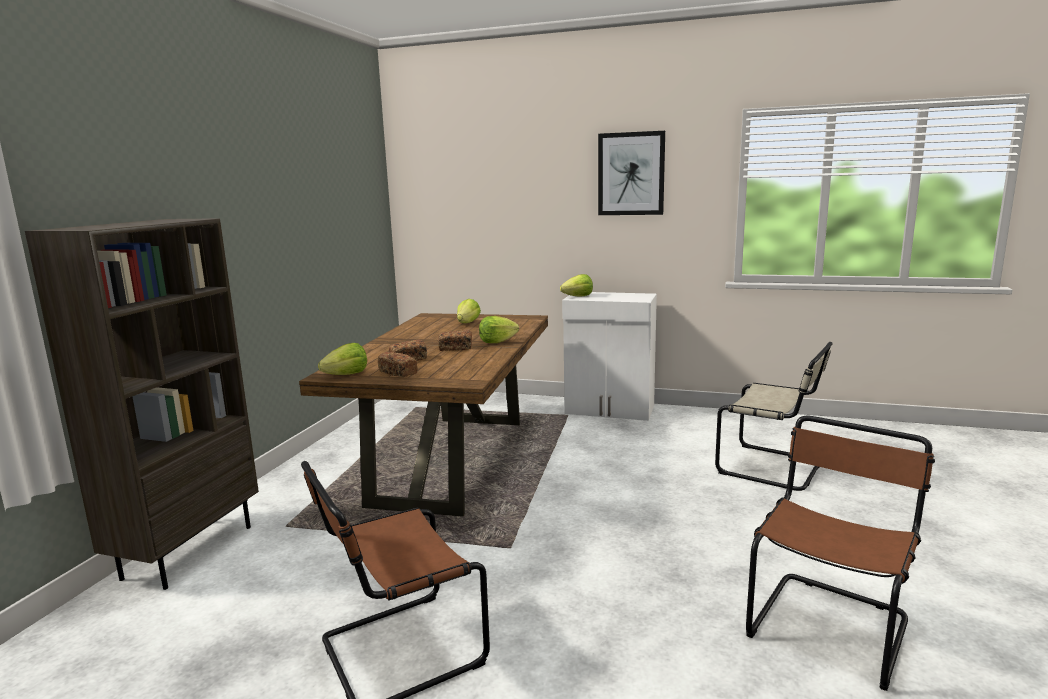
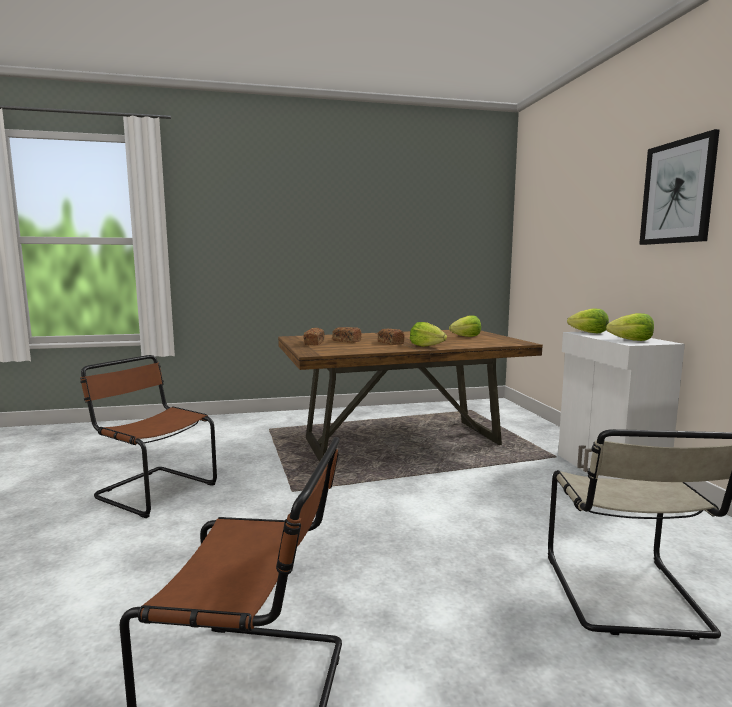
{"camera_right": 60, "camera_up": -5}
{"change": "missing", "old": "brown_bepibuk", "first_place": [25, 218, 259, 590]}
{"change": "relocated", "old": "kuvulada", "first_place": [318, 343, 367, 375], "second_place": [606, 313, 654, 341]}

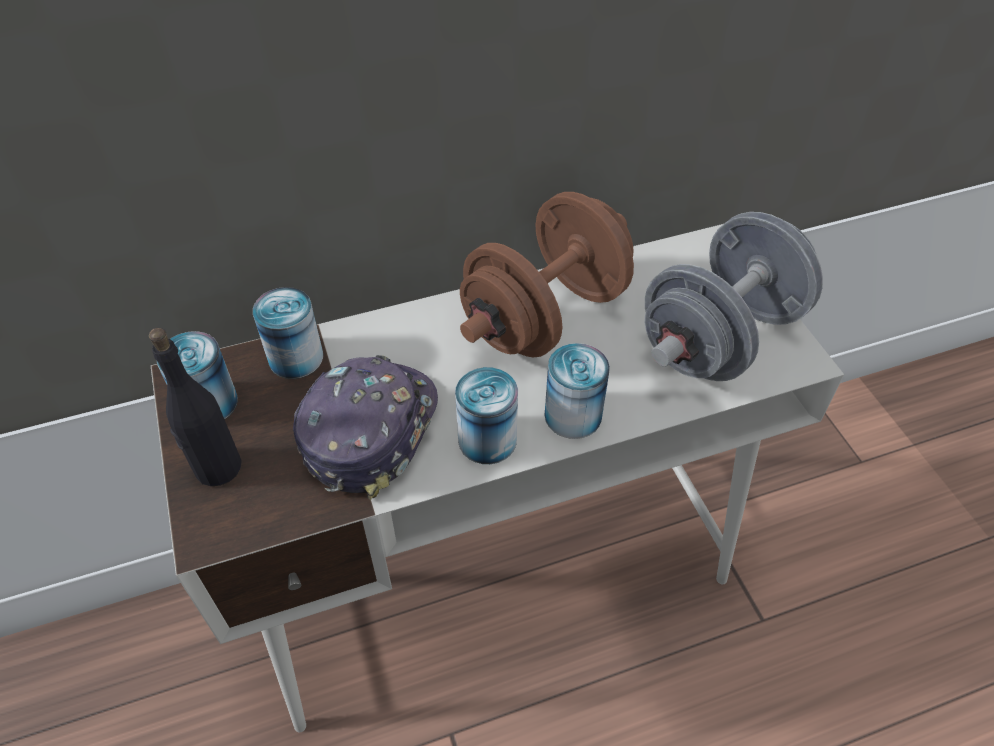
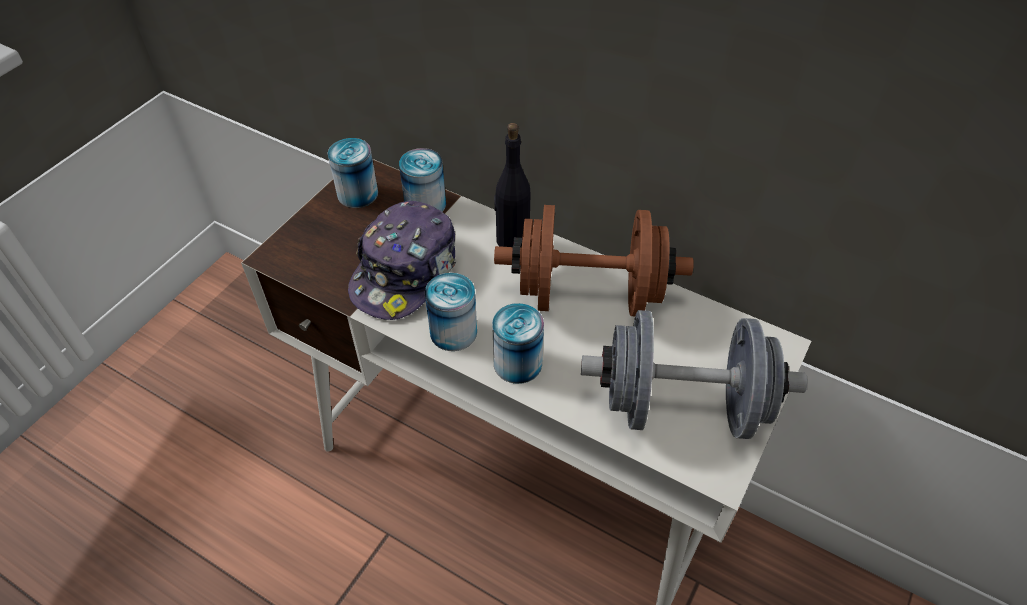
{"camera_right": 50, "camera_up": 0}
{"change": "relocated", "old": "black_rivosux", "first_place": [149, 328, 242, 486], "second_place": [494, 123, 530, 247]}
{"change": "spun", "old": "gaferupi", "first_place": [293, 355, 438, 500], "second_place": [348, 201, 456, 320], "degrees": 135}

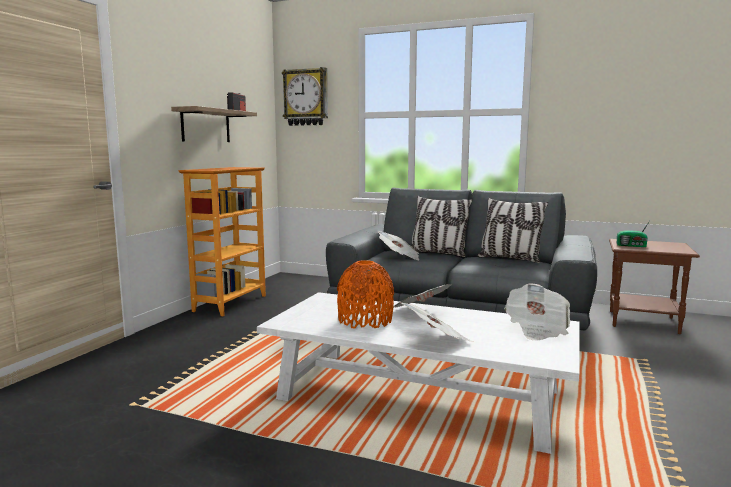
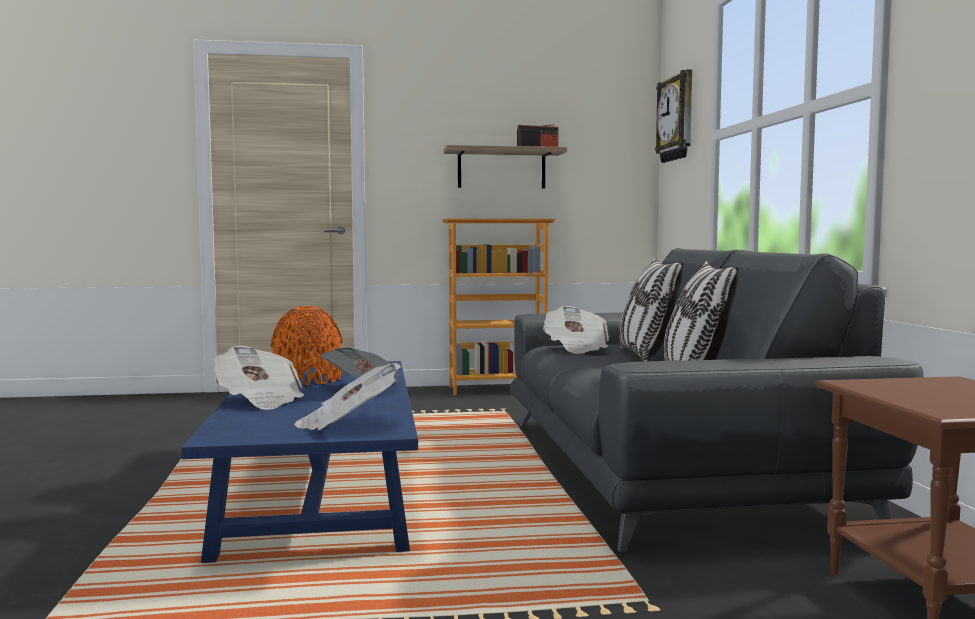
{"camera_right": 60, "camera_up": -5}
{"change": "missing", "old": "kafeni", "first_place": [617, 219, 651, 247]}
{"change": "colour", "old": "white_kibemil", "new": "blue_kibemil", "first_place": [257, 292, 579, 454], "second_place": [181, 361, 418, 563]}

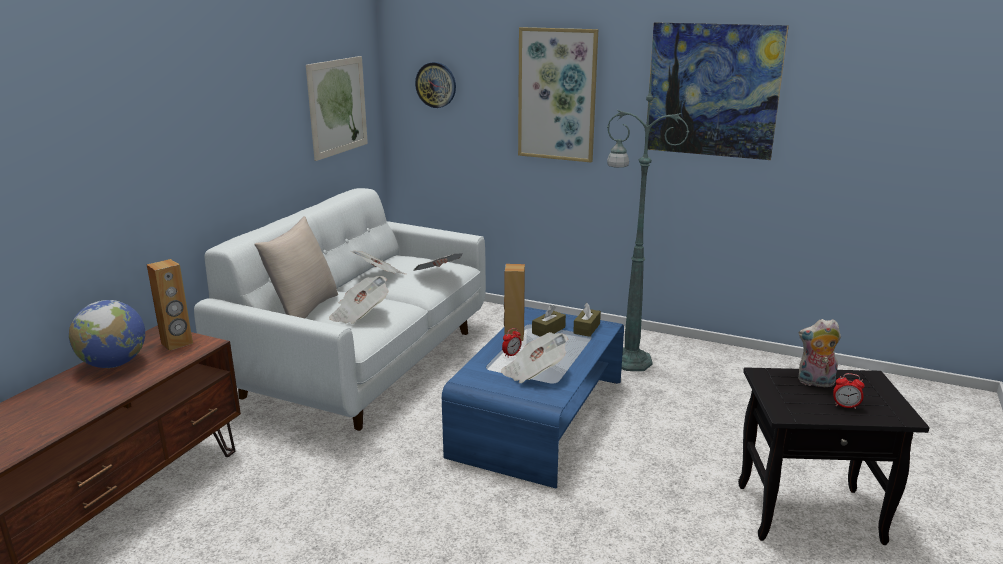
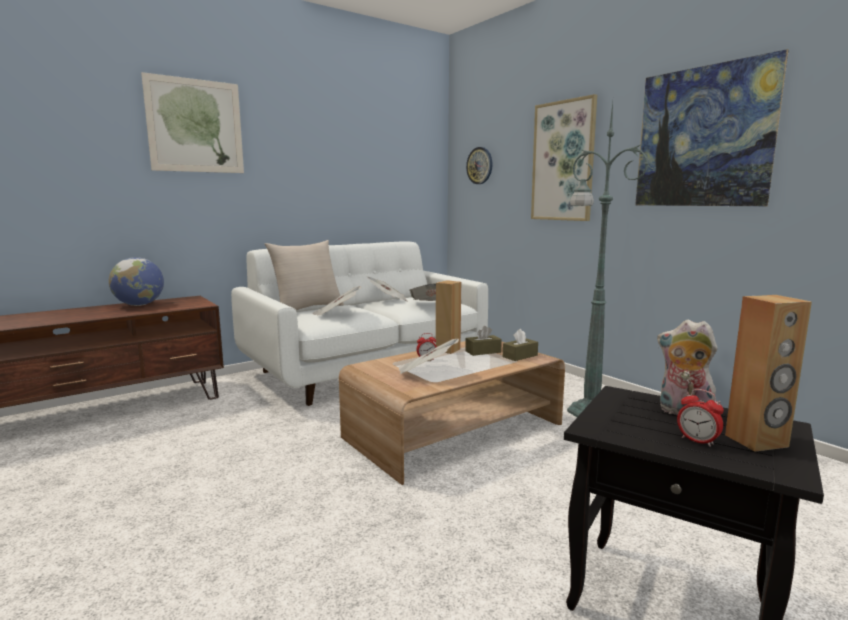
{"camera_right": 30, "camera_up": -10}
{"change": "relocated", "old": "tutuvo", "first_place": [306, 56, 368, 161], "second_place": [141, 72, 244, 173]}
{"change": "relocated", "old": "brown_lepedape", "first_place": [147, 259, 193, 351], "second_place": [725, 295, 812, 452]}
{"change": "colour", "old": "blue_kibemil", "new": "brown_kibemil", "first_place": [442, 307, 624, 488], "second_place": [339, 341, 565, 485]}

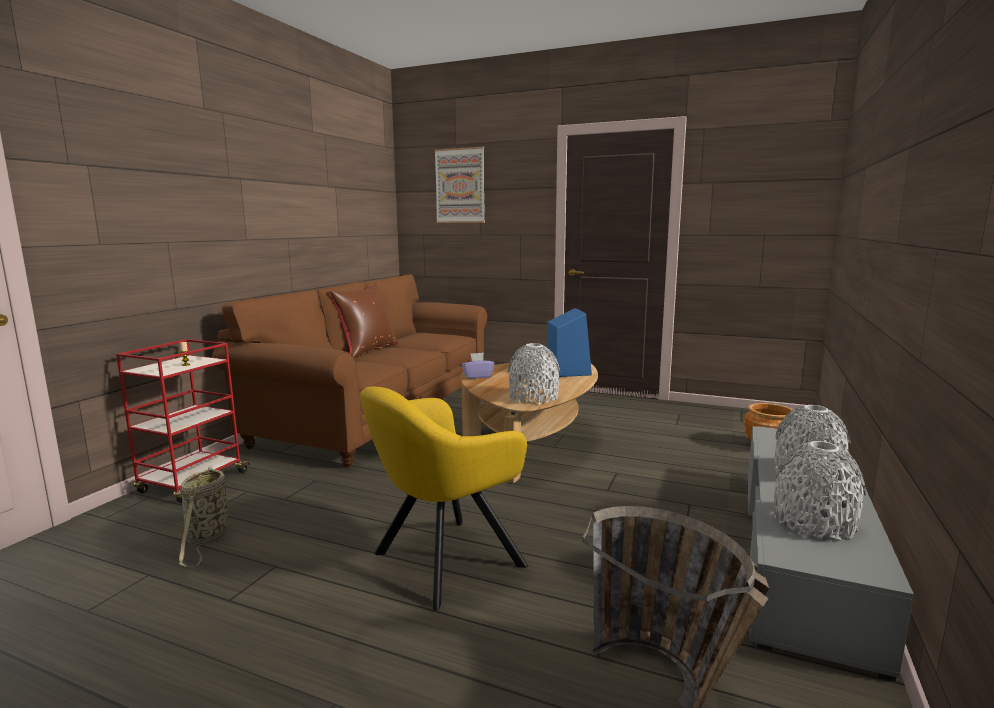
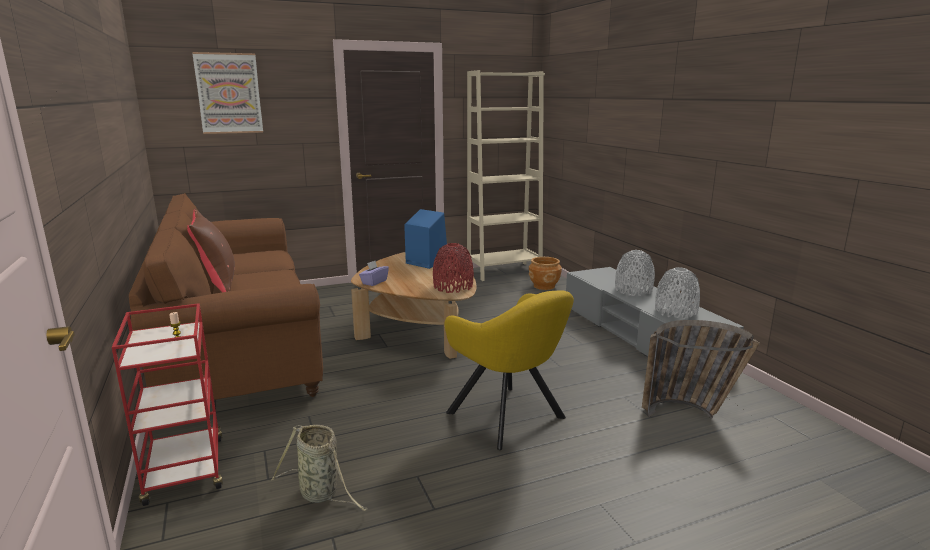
{"camera_right": -45, "camera_up": 5}
{"change": "colour", "old": "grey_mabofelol", "new": "red_mabofelol", "first_place": [508, 343, 560, 404], "second_place": [433, 243, 474, 293]}
{"change": "spun", "old": "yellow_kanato", "first_place": [360, 386, 528, 610], "second_place": [444, 290, 574, 450], "degrees": -45}
{"change": "appeared", "new": "beige_bepibuk", "second_place": [467, 70, 545, 281]}

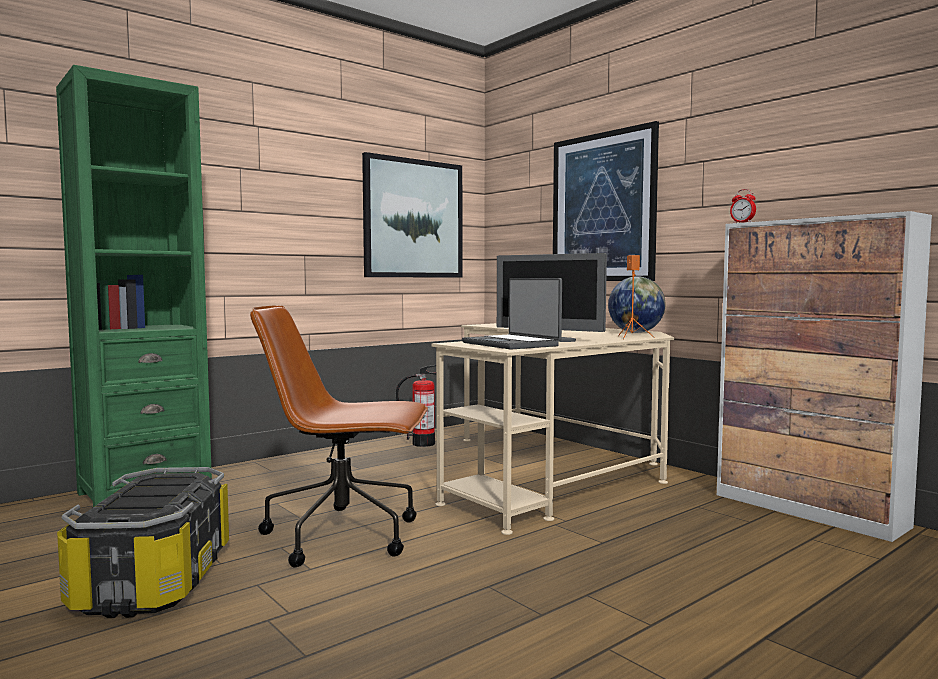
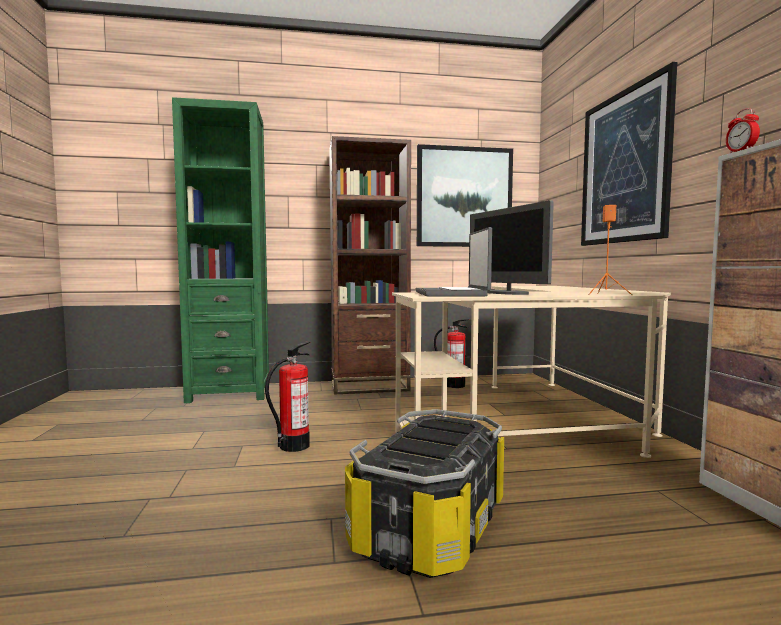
{"camera_right": 30, "camera_up": 0}
{"change": "missing", "old": "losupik", "first_place": [608, 276, 665, 333]}
{"change": "exchanged", "old": "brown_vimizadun", "new": "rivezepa", "first_place": [250, 305, 428, 568], "second_place": [265, 342, 310, 452]}
{"change": "relocated", "old": "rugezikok", "first_place": [57, 467, 229, 618], "second_place": [345, 409, 504, 578]}
{"change": "appeared", "new": "brown_bepibuk", "second_place": [329, 136, 411, 394]}

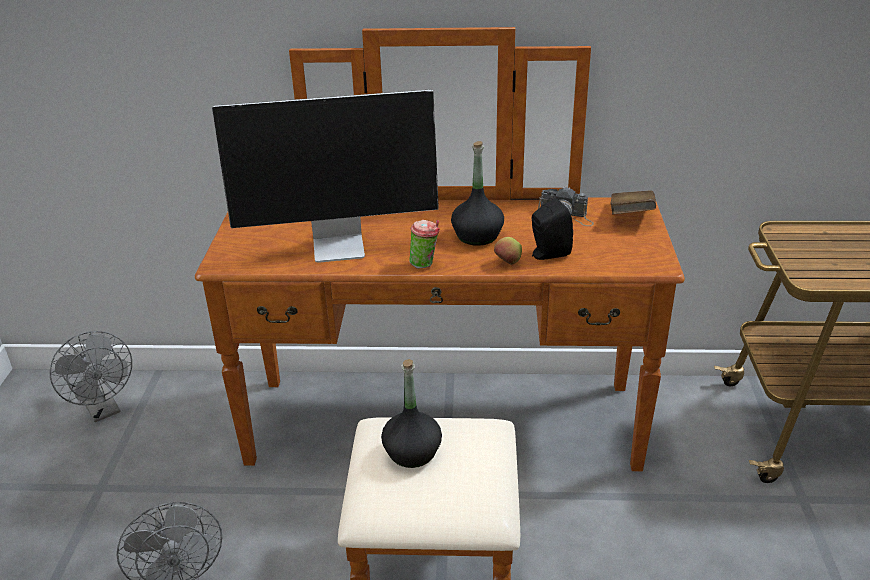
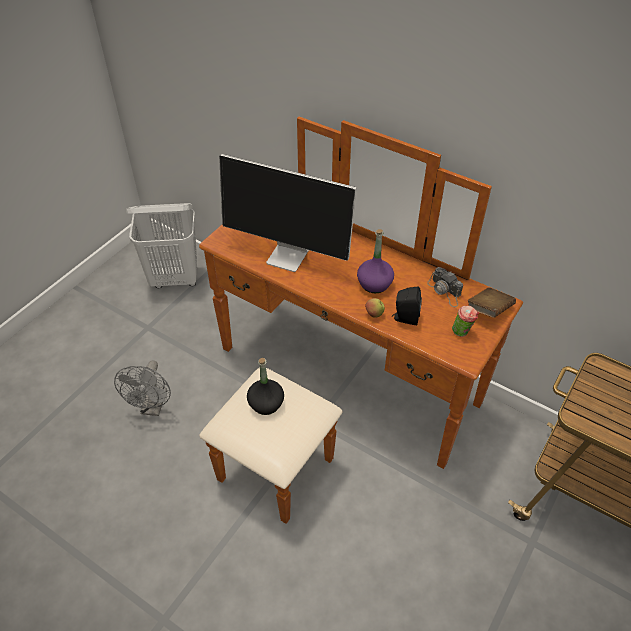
{"camera_right": 30, "camera_up": 15}
{"change": "colour", "old": "black_rivosux", "new": "purple_rivosux", "first_place": [451, 141, 504, 246], "second_place": [357, 229, 394, 293]}
{"change": "relocated", "old": "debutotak", "first_place": [409, 220, 440, 268], "second_place": [452, 306, 479, 337]}
{"change": "exchanged", "old": "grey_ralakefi", "new": "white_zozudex", "first_place": [50, 331, 132, 422], "second_place": [126, 203, 197, 288]}

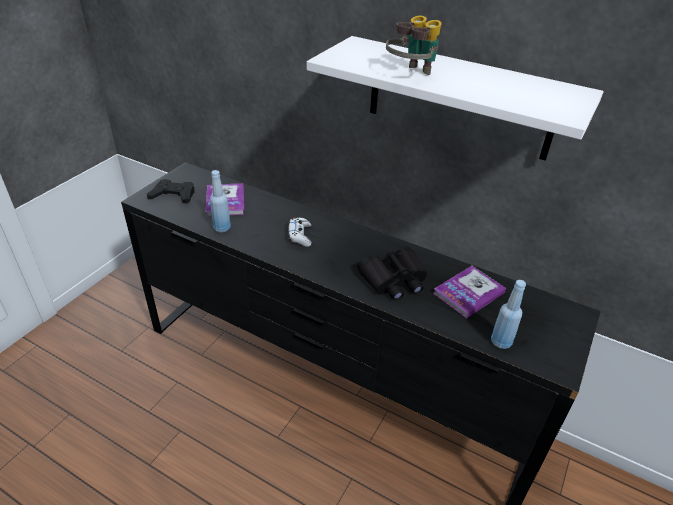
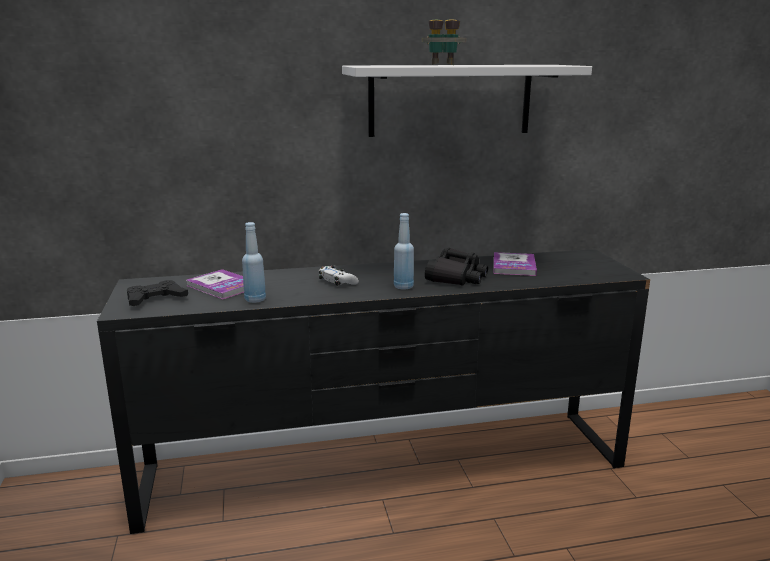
{"camera_right": -40, "camera_up": -20}
{"change": "relocated", "old": "blue_rivosux", "first_place": [491, 280, 526, 349], "second_place": [394, 213, 414, 289]}

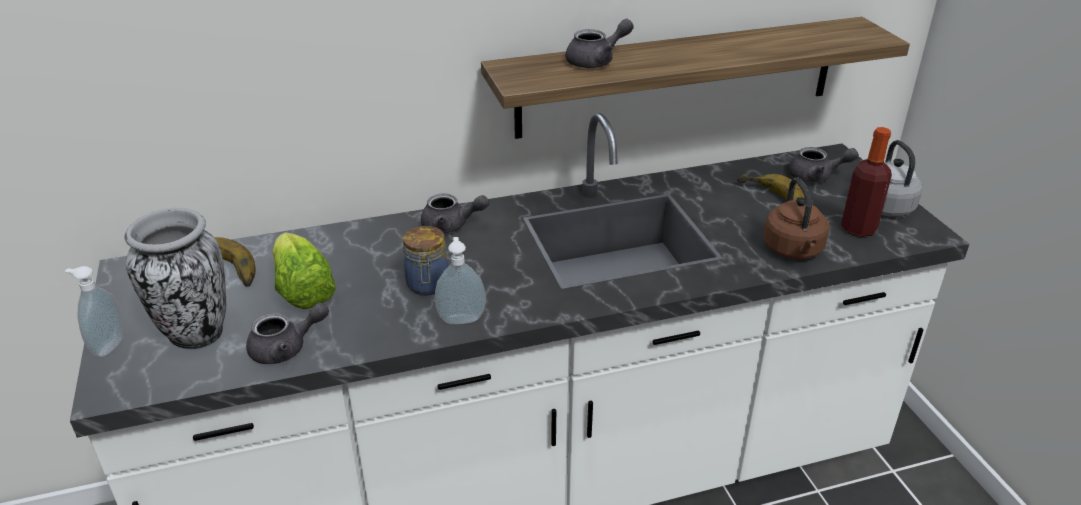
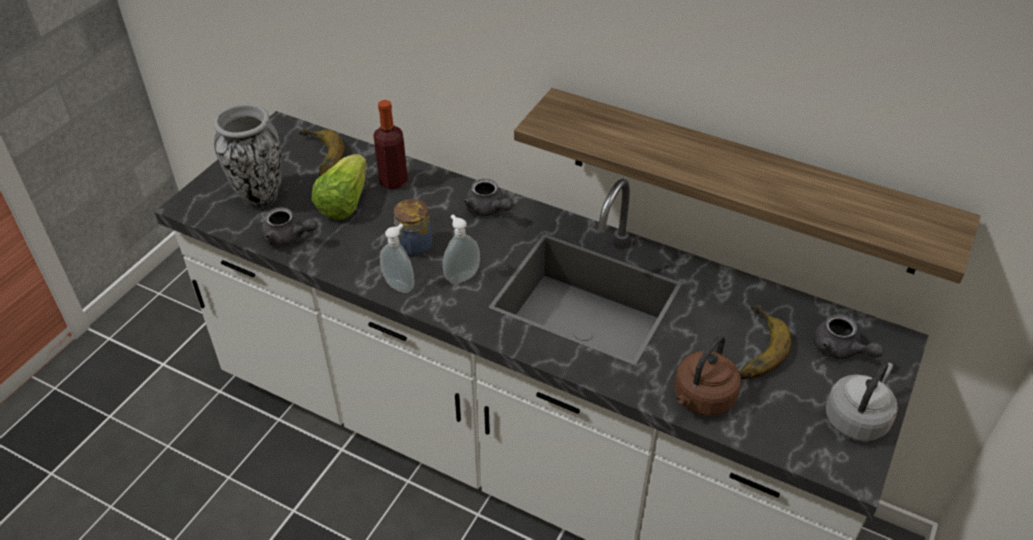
{"camera_right": 45, "camera_up": 10}
{"change": "missing", "old": "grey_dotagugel", "first_place": [566, 19, 634, 68]}
{"change": "relocated", "old": "rivosux", "first_place": [841, 127, 892, 237], "second_place": [373, 100, 408, 189]}
{"change": "relocated", "old": "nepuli", "first_place": [65, 266, 124, 357], "second_place": [443, 215, 480, 284]}

